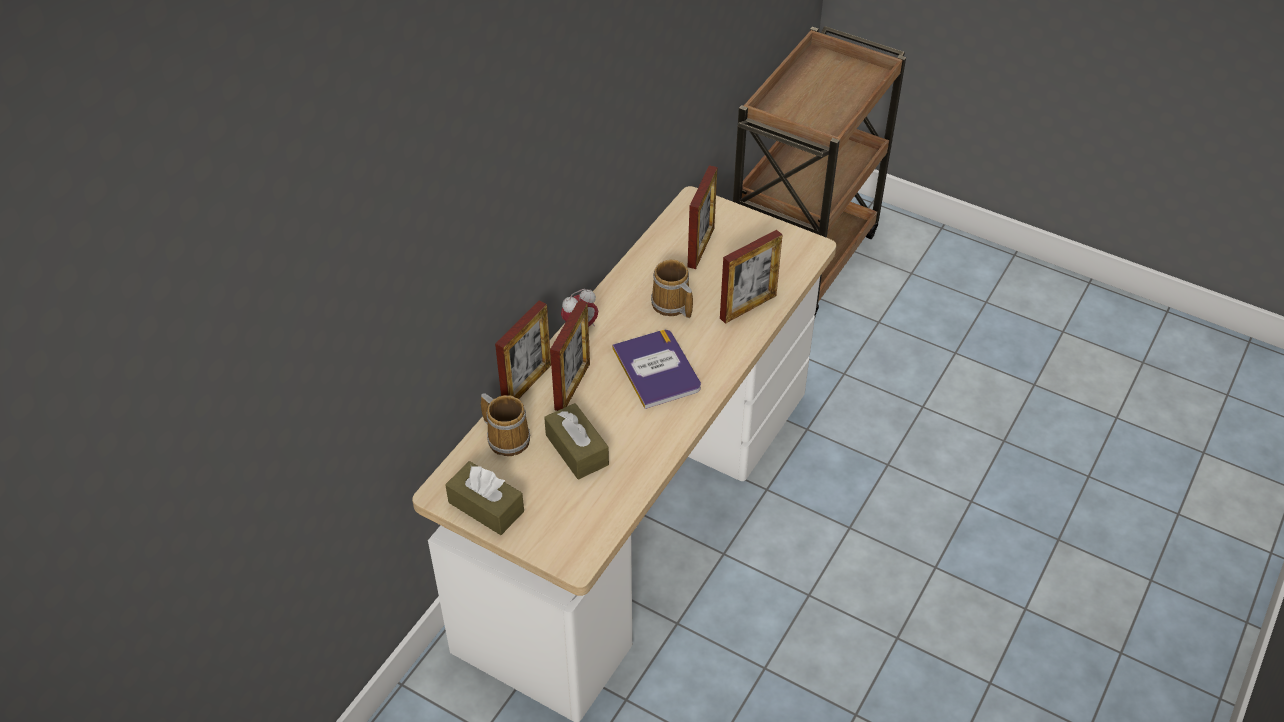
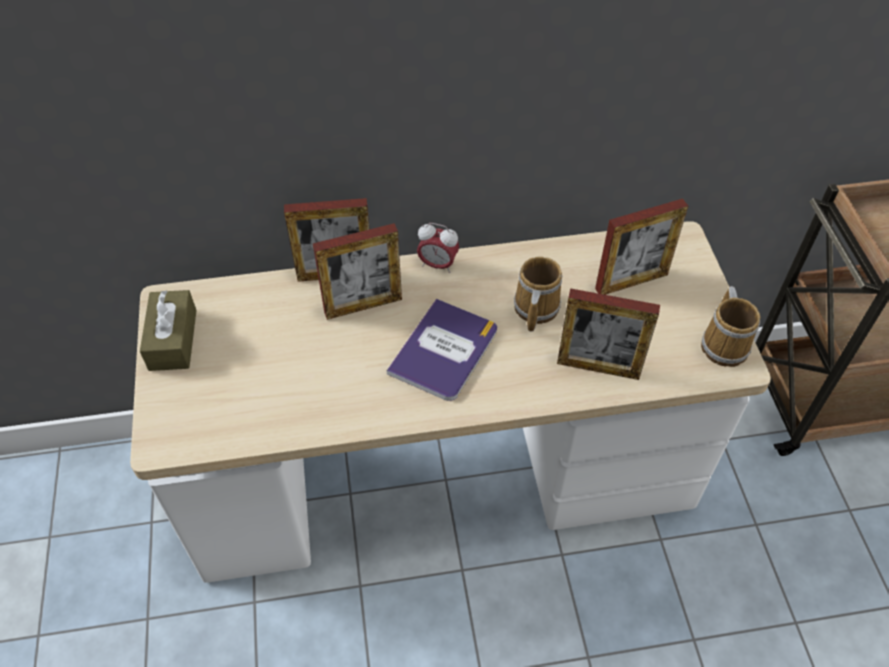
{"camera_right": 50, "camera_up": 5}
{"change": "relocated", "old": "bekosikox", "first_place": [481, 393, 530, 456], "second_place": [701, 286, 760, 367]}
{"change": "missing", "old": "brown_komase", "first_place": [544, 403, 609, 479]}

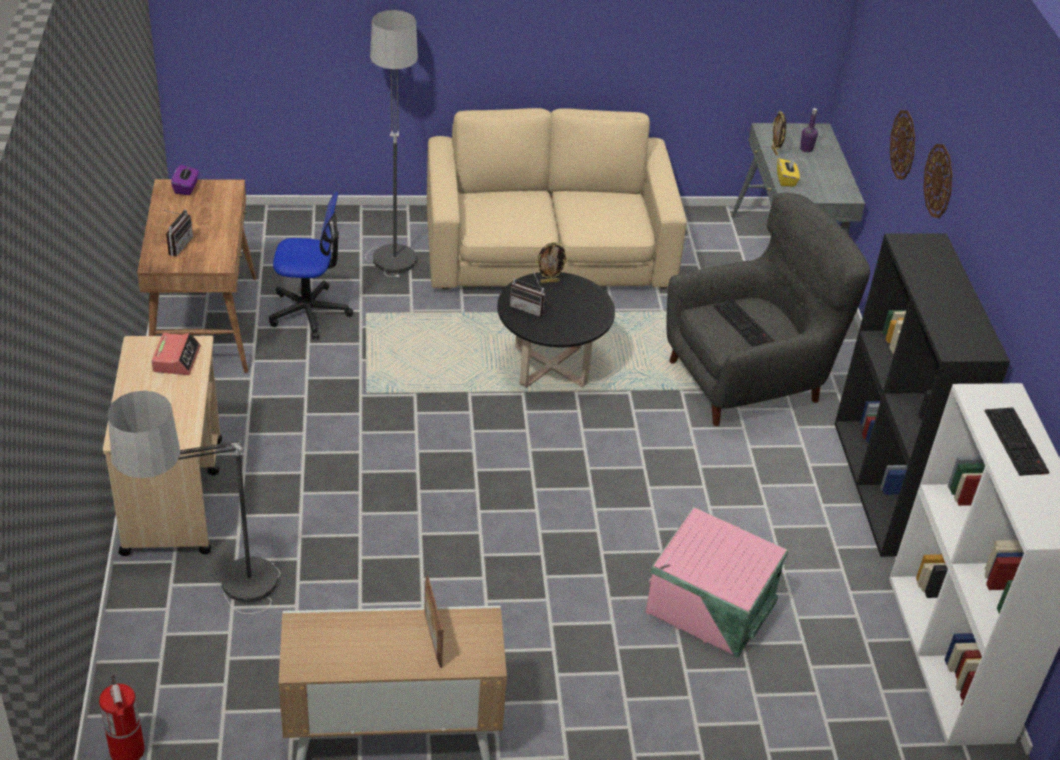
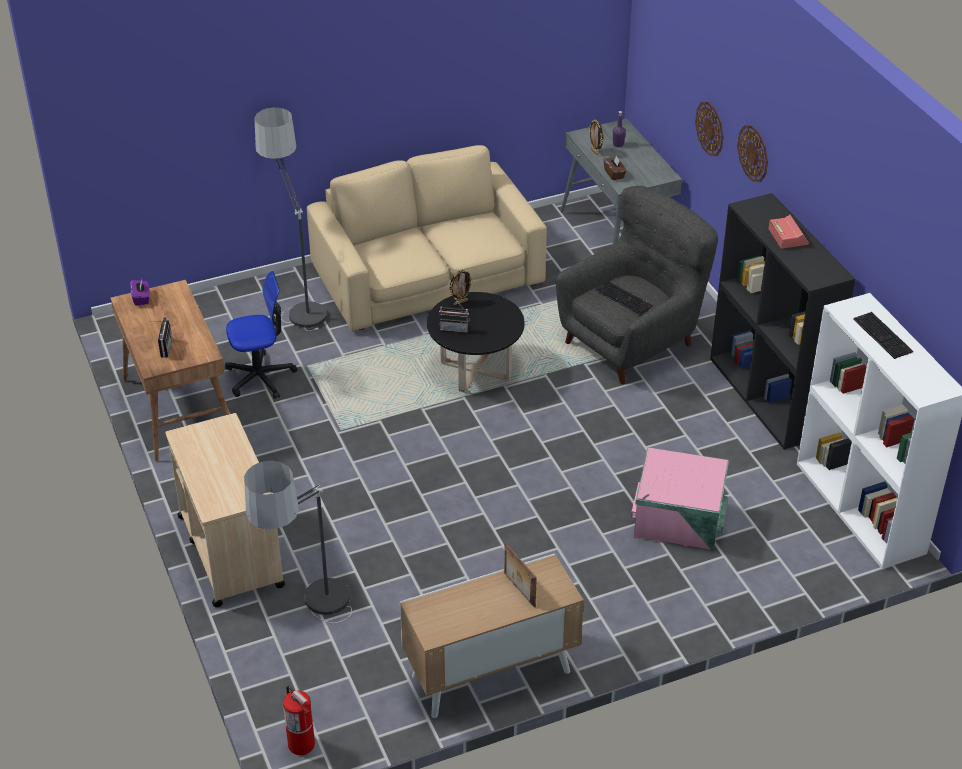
{"camera_right": -15, "camera_up": 0}
{"change": "colour", "old": "yellow_komase", "new": "brown_komase", "first_place": [777, 158, 800, 187], "second_place": [603, 156, 627, 180]}
{"change": "relocated", "old": "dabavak", "first_place": [152, 332, 201, 375], "second_place": [769, 215, 809, 249]}

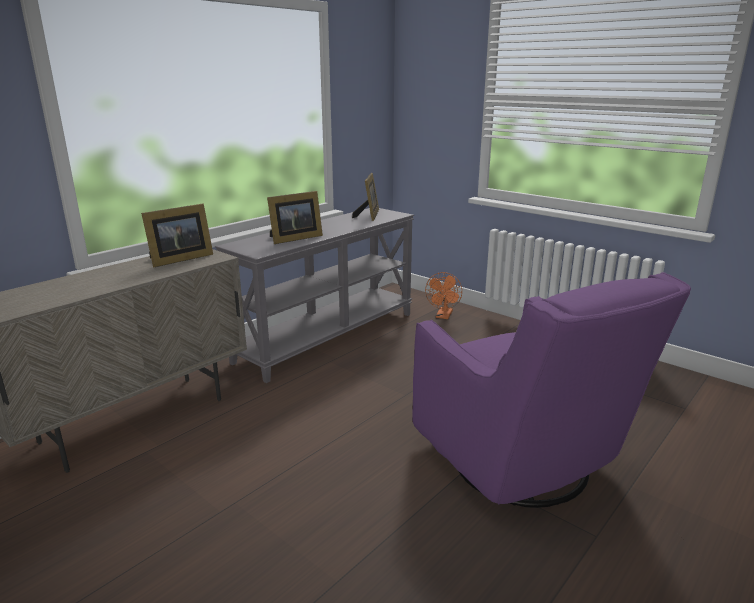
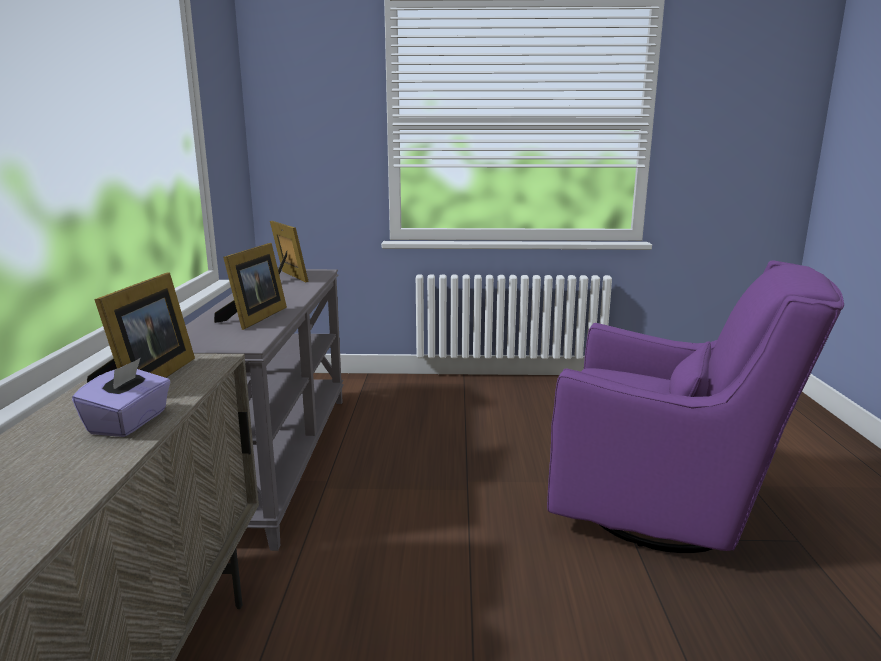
{"camera_right": -40, "camera_up": -5}
{"change": "missing", "old": "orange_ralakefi", "first_place": [425, 272, 462, 319]}
{"change": "appeared", "new": "purple_komase", "second_place": [72, 358, 171, 437]}

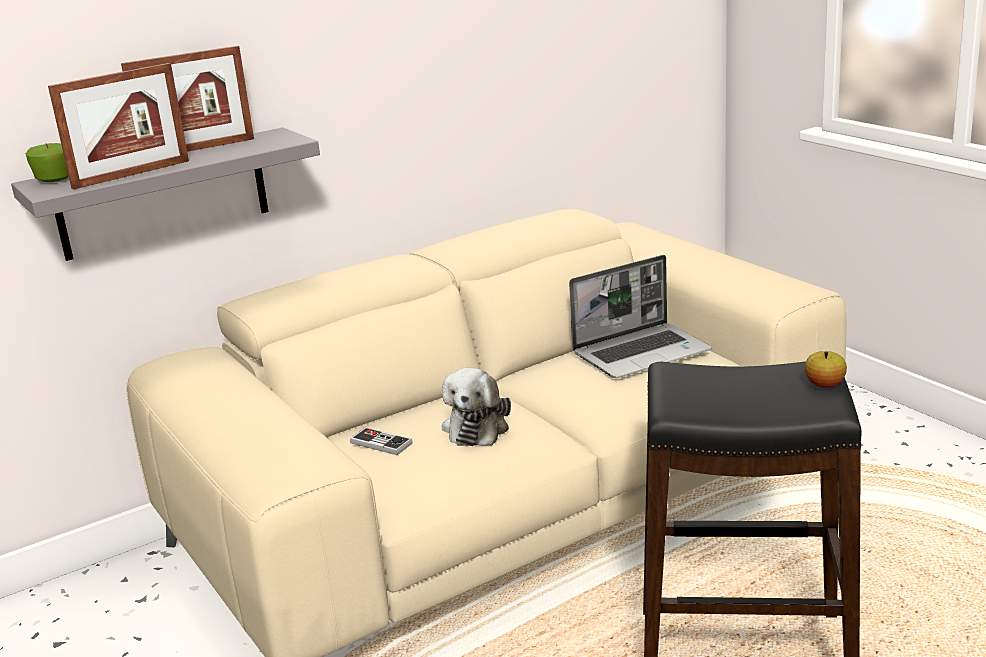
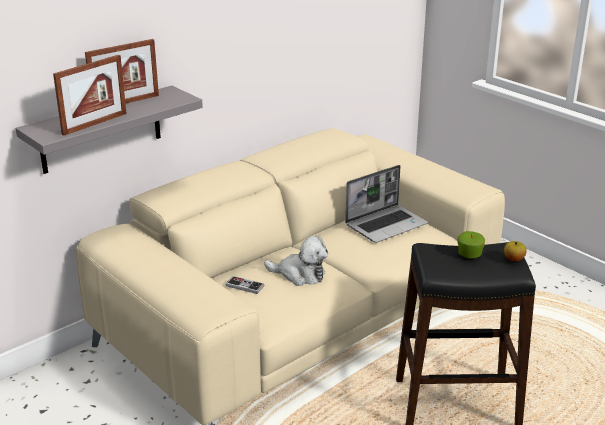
{"camera_right": -10, "camera_up": 5}
{"change": "relocated", "old": "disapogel", "first_place": [26, 143, 69, 182], "second_place": [457, 231, 485, 258]}
{"change": "spun", "old": "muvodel", "first_place": [442, 368, 511, 446], "second_place": [264, 236, 328, 286], "degrees": -75}

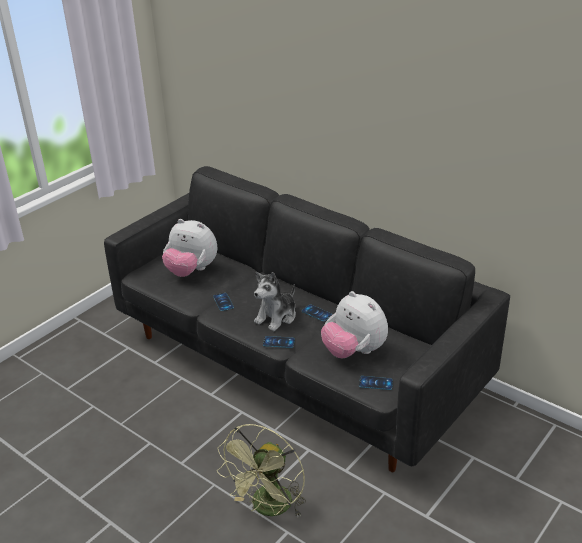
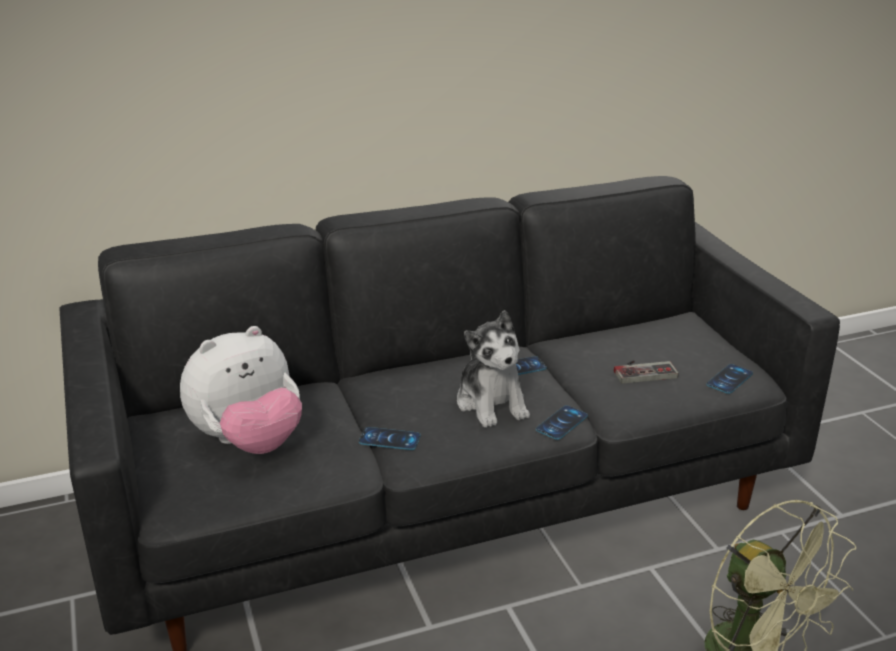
{"camera_right": -60, "camera_up": -5}
{"change": "exchanged", "old": "muvodel", "new": "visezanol", "first_place": [321, 291, 388, 358], "second_place": [614, 360, 678, 384]}

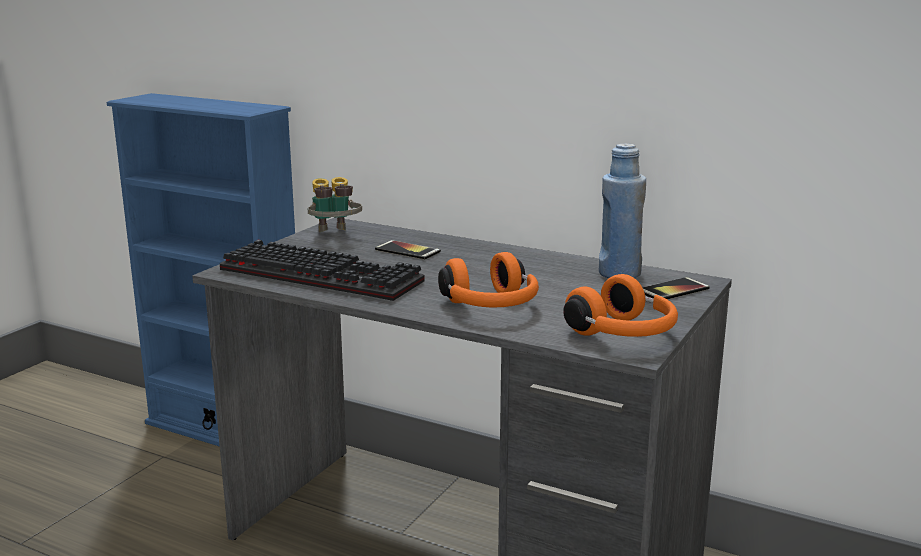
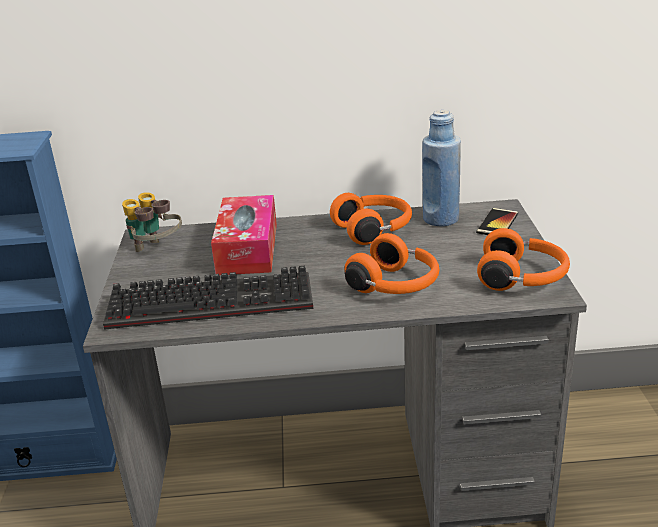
{"camera_right": -30, "camera_up": 10}
{"change": "exchanged", "old": "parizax", "new": "komase", "first_place": [375, 240, 441, 260], "second_place": [211, 195, 277, 275]}
{"change": "appeared", "new": "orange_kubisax", "second_place": [330, 193, 412, 245]}

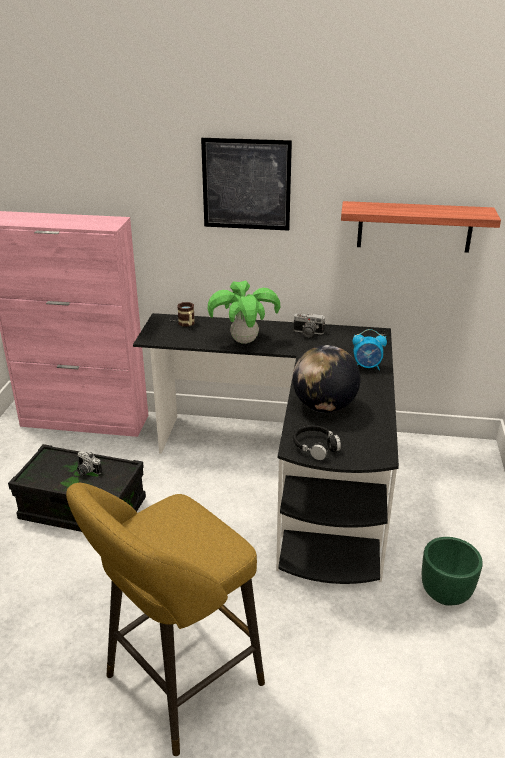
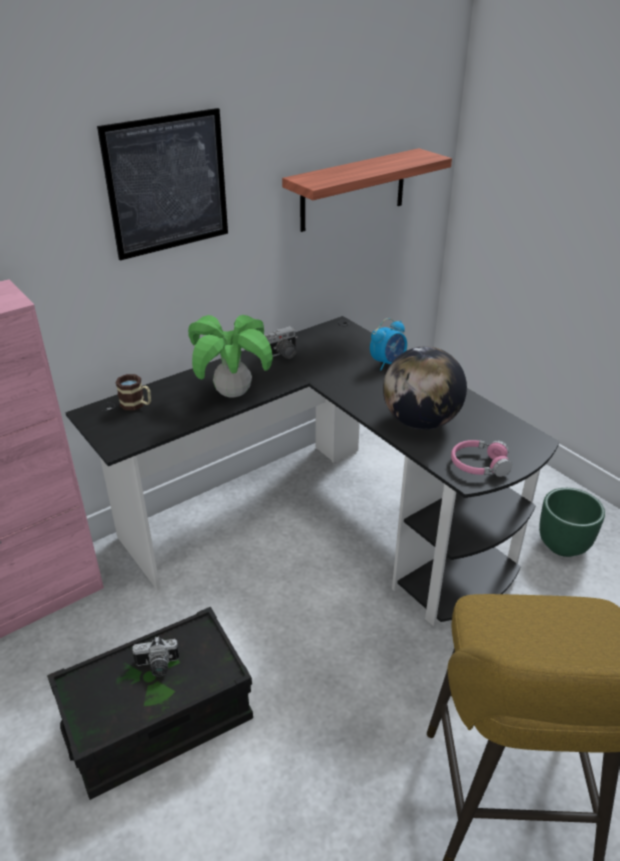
{"camera_right": -45, "camera_up": 5}
{"change": "colour", "old": "black_kubisax", "new": "pink_kubisax", "first_place": [293, 425, 341, 460], "second_place": [451, 440, 512, 477]}

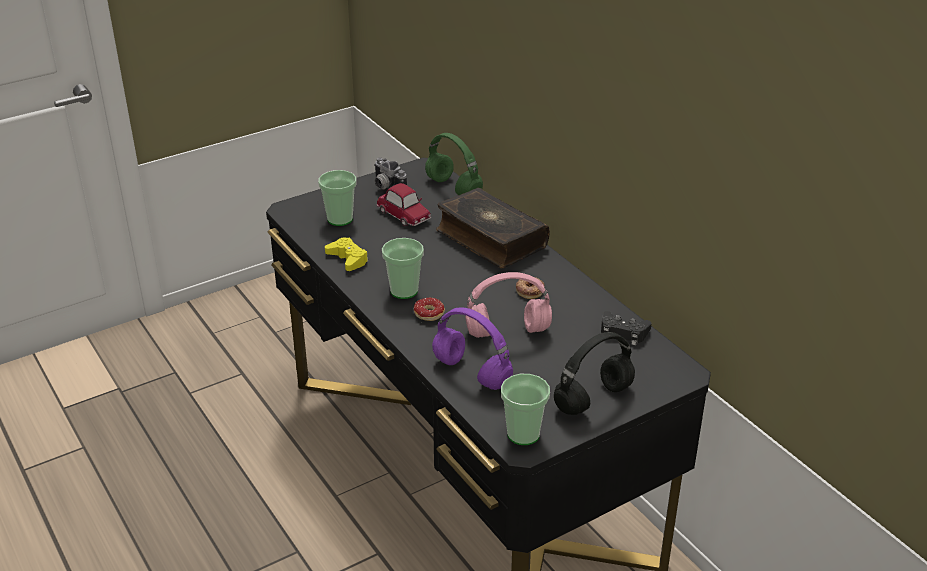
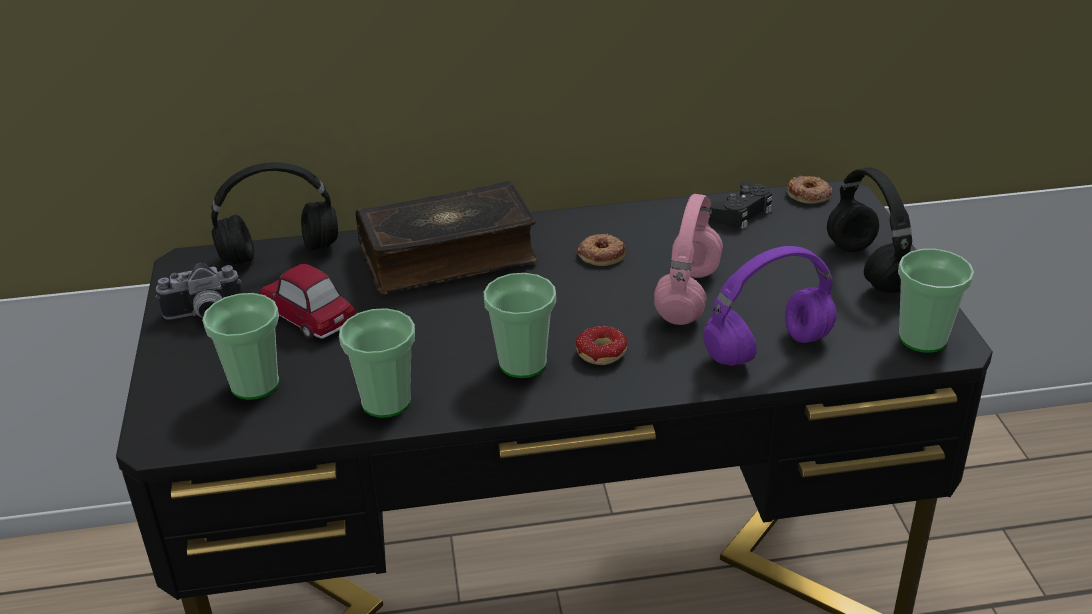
{"camera_right": -65, "camera_up": 0}
{"change": "colour", "old": "green_kubisax", "new": "black_kubisax", "first_place": [425, 133, 483, 195], "second_place": [211, 162, 338, 264]}
{"change": "spun", "old": "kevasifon", "first_place": [376, 183, 431, 226], "second_place": [259, 264, 356, 339], "degrees": -120}
{"change": "exchanged", "old": "yellow_visezanol", "new": "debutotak", "first_place": [325, 238, 368, 271], "second_place": [339, 308, 415, 418]}
{"change": "appeared", "new": "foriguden", "second_place": [787, 176, 832, 204]}

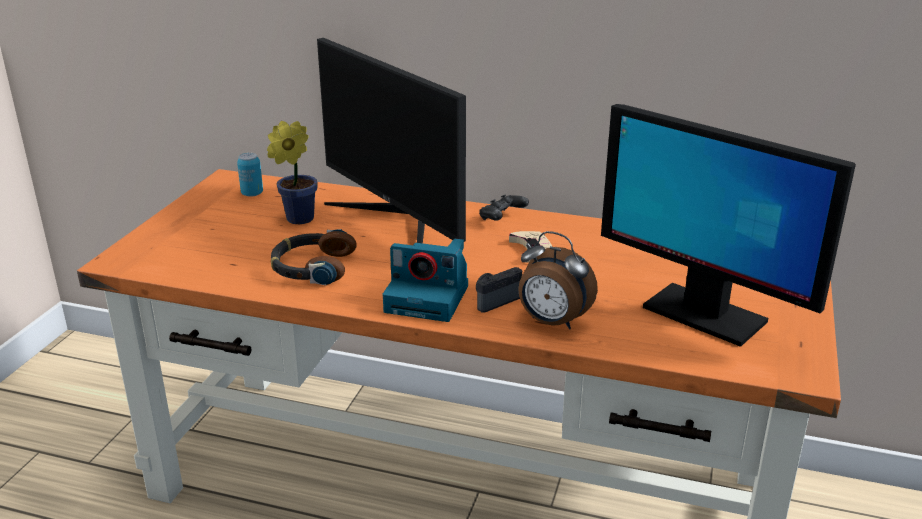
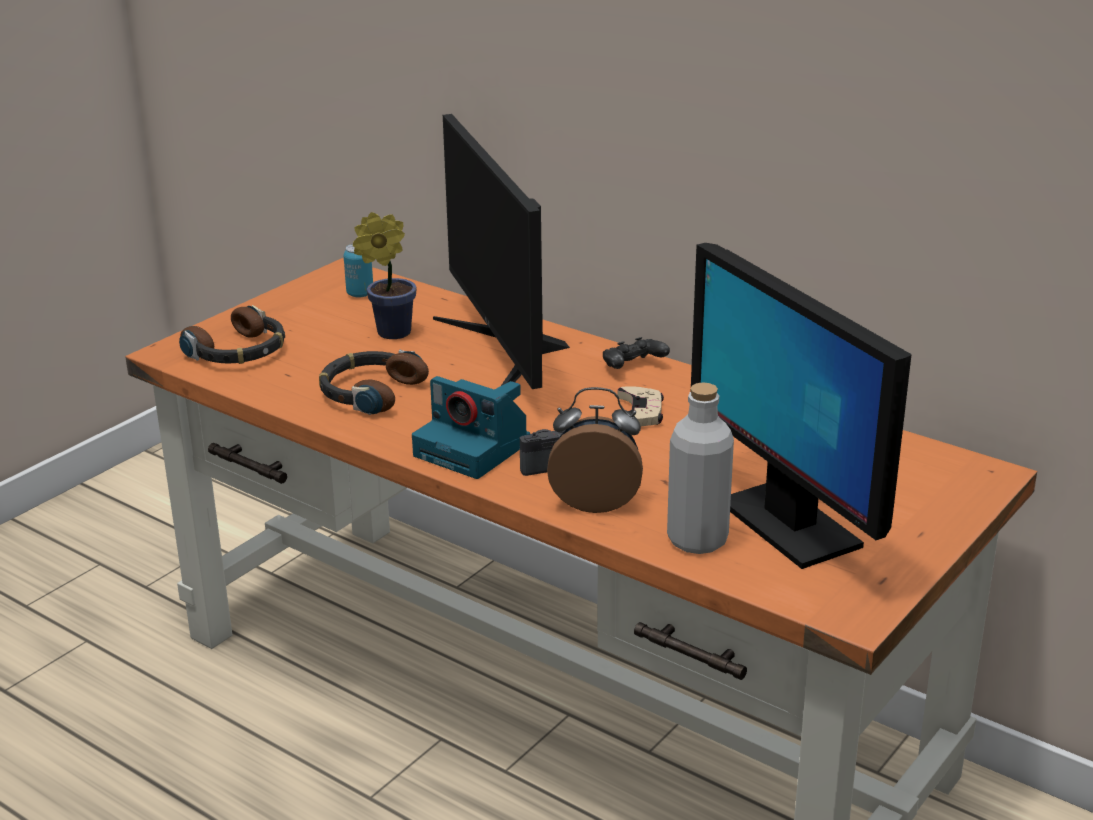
{"camera_right": 20, "camera_up": 0}
{"change": "spun", "old": "dabavak", "first_place": [518, 231, 598, 330], "second_place": [547, 387, 643, 513], "degrees": 135}
{"change": "appeared", "new": "kubisax", "second_place": [179, 305, 285, 364]}
{"change": "appeared", "new": "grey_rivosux", "second_place": [667, 382, 734, 554]}

